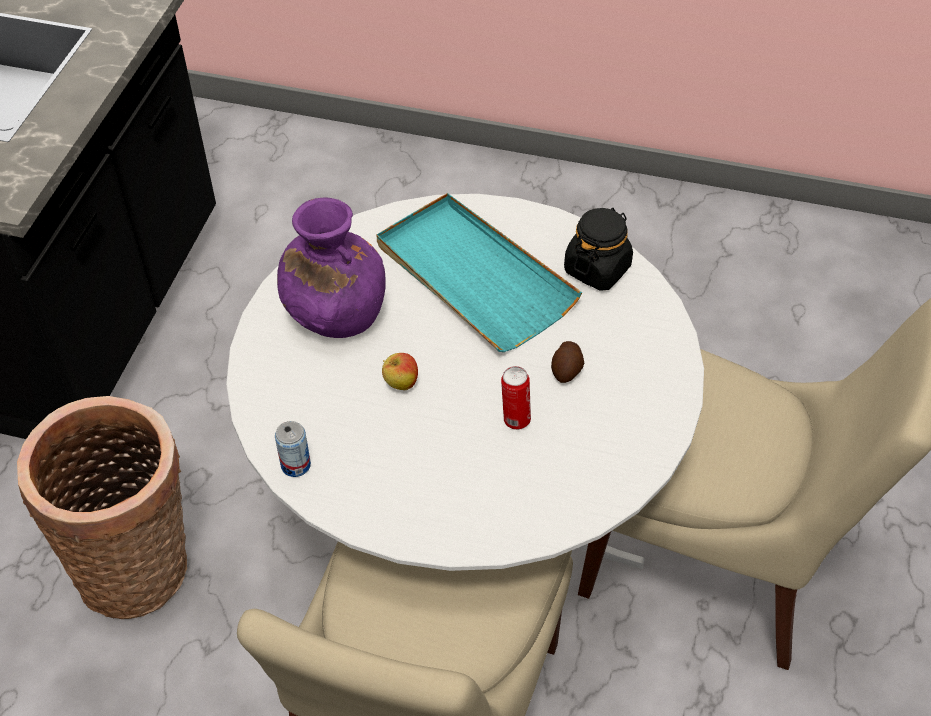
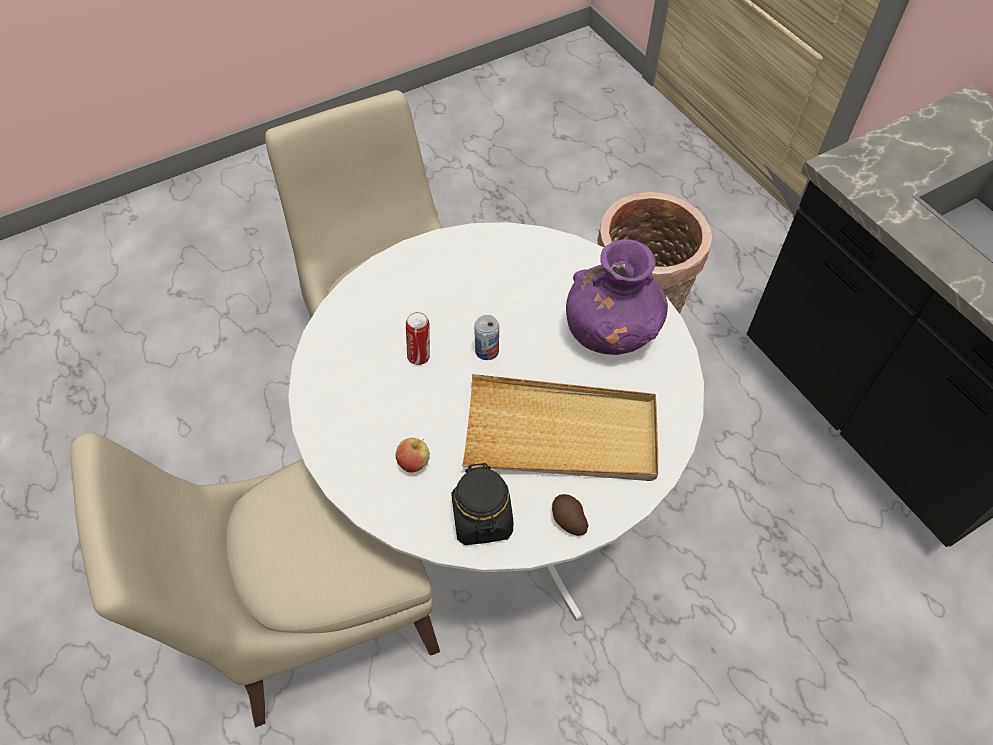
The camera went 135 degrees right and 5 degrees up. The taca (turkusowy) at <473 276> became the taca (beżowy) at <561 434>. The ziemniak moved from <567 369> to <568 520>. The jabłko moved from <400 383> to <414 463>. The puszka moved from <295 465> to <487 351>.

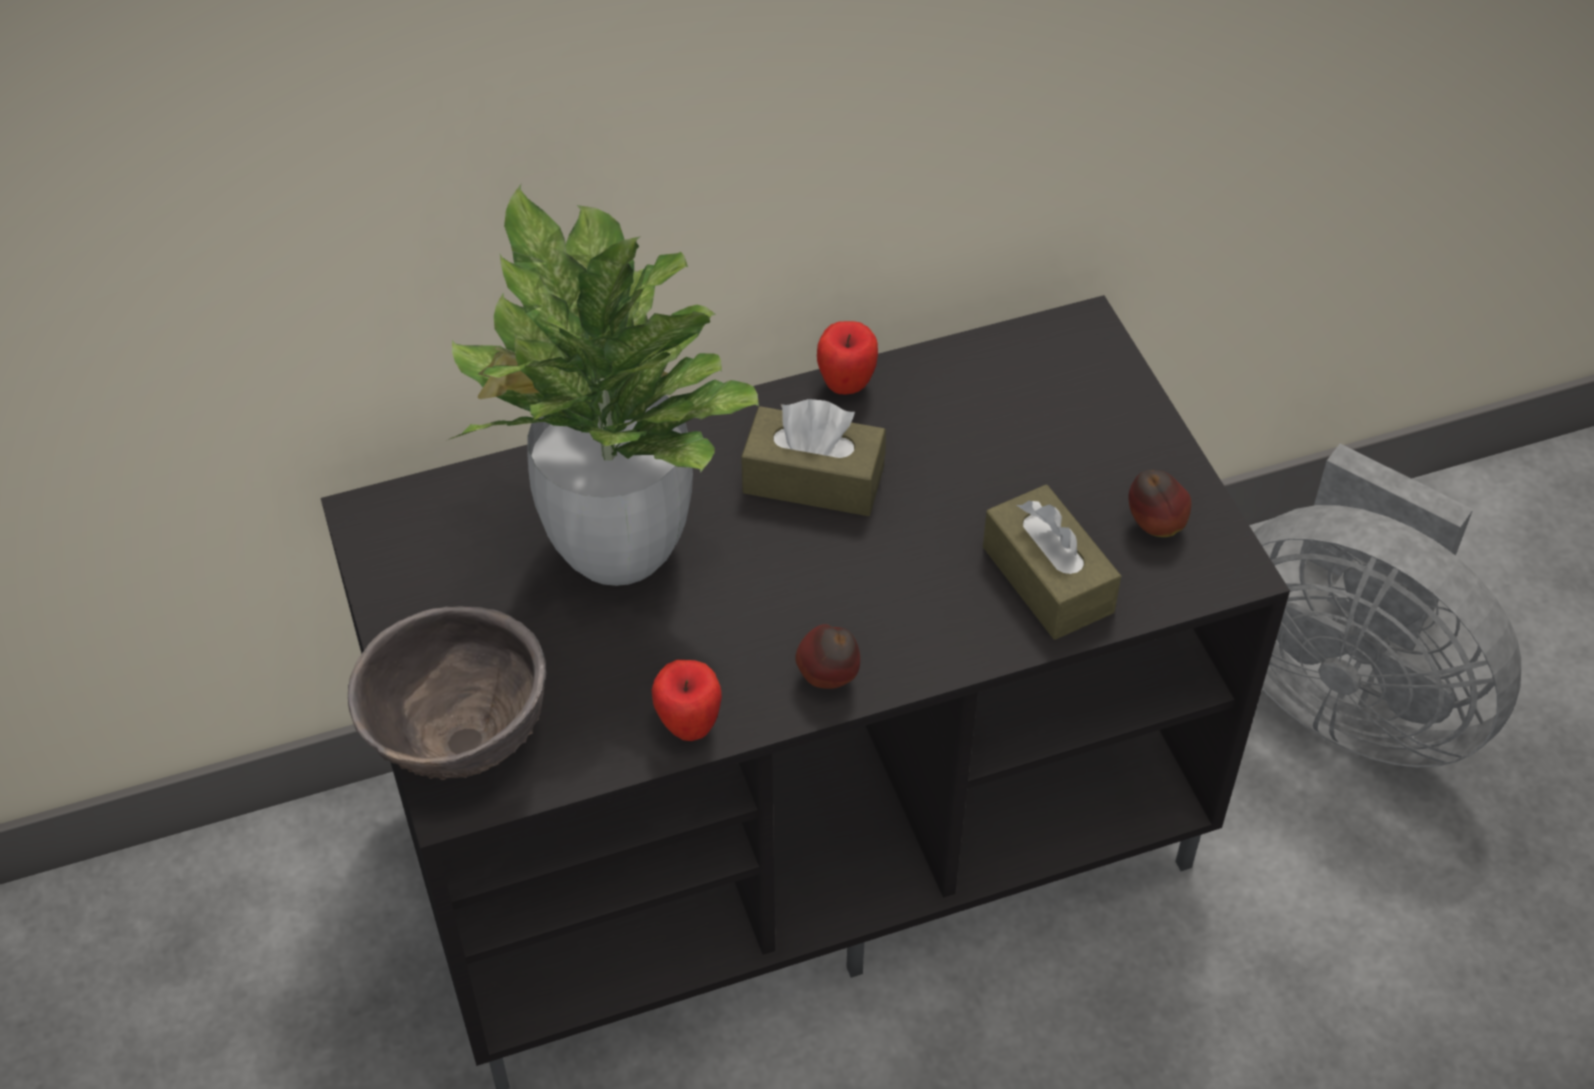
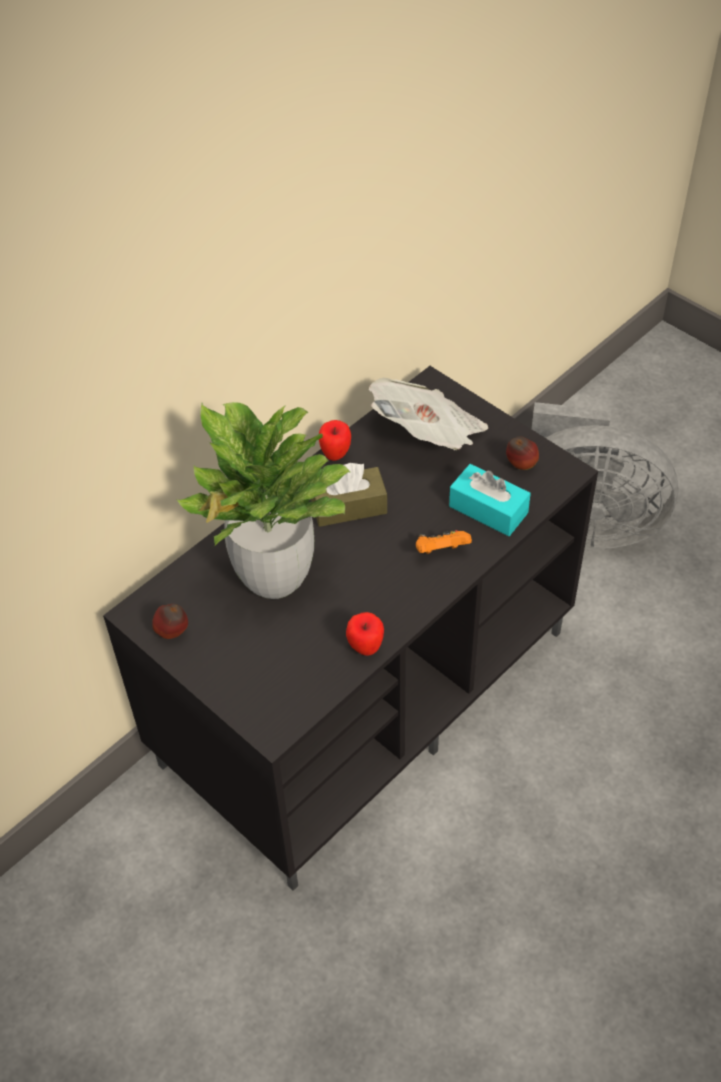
The camera went 25 degrees left and 0 degrees up. The pudełko chusteczek (brązowy) at <1047 579> became the pudełko chusteczek (turkusowy) at <488 509>. The miska (brązowy) at <460 742> disappeared. The jabłko moved from <829 679> to <173 633>. The gazeta at <429 435> appeared. The pad do gier (pomarańczowy) at <441 551> appeared.

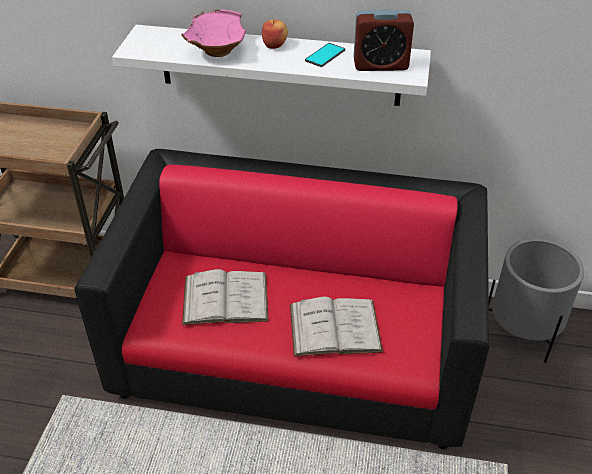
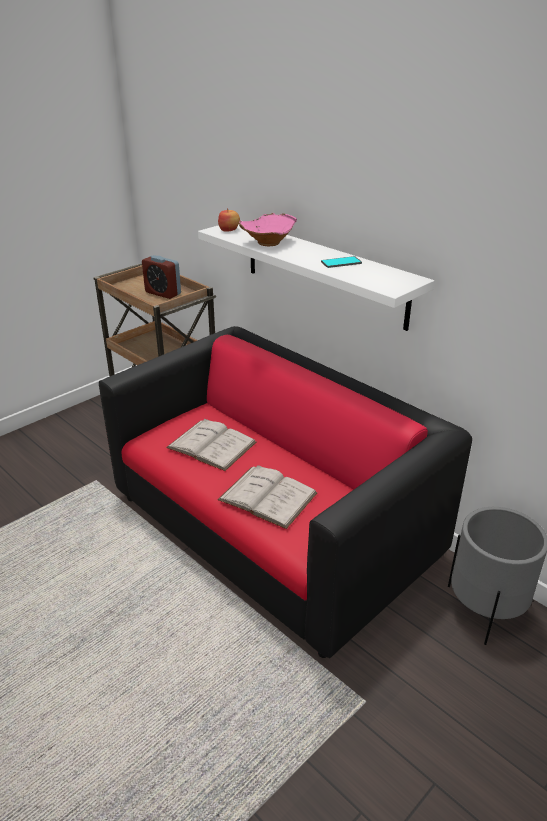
The camera went 35 degrees right and 10 degrees down. The budzik moved from <380 65> to <163 293>. The jabłko moved from <275 45> to <229 230>.

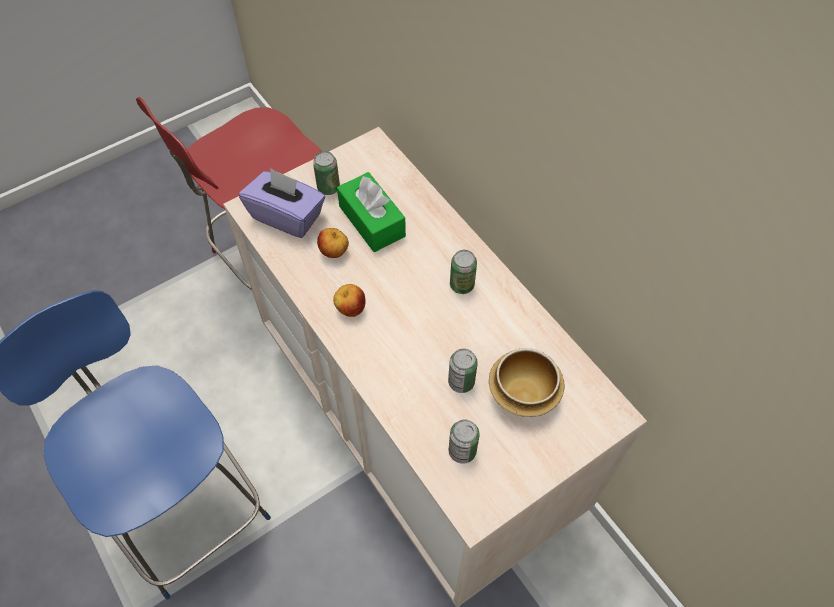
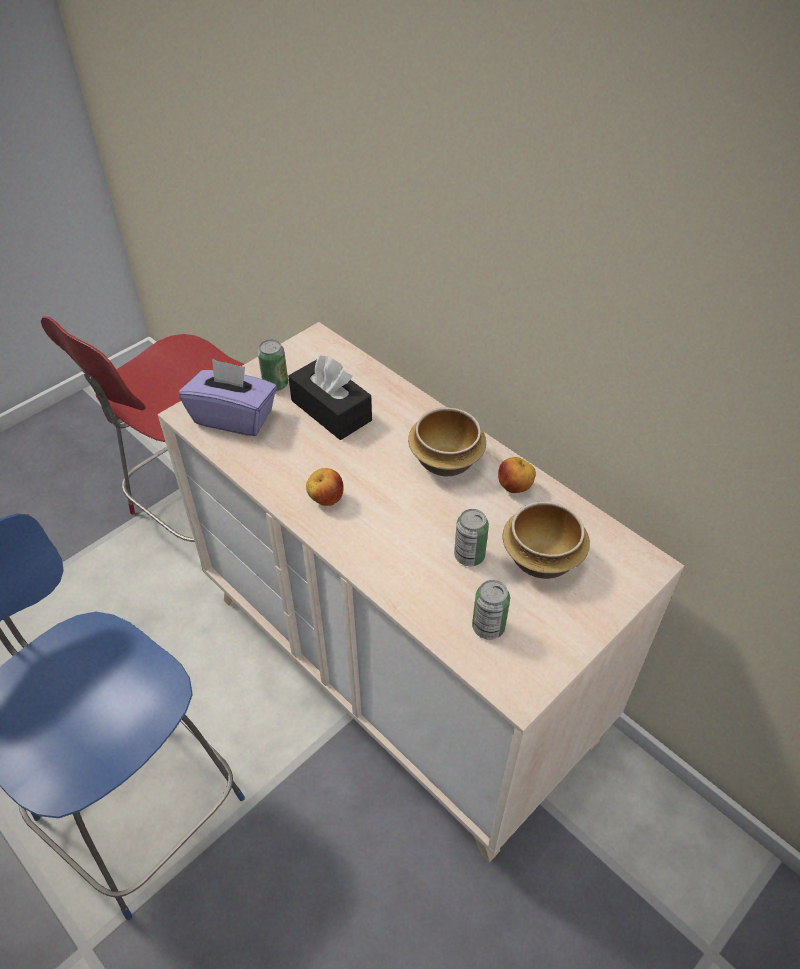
The camera went 10 degrees left and 10 degrees down. The pudełko chusteczek (zielony) at <372 221> became the pudełko chusteczek (czarny) at <331 410>. The jabłko moved from <334 252> to <515 487>. The puszka at <462 285> was replaced by the miska at <446 459>.

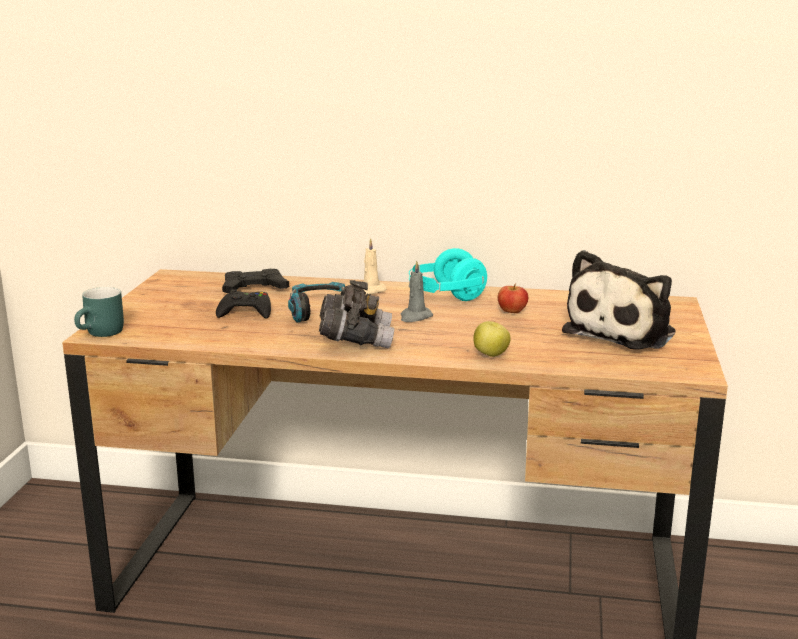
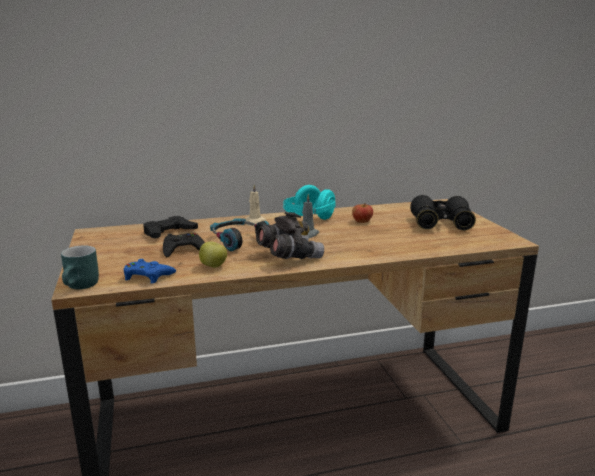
The camera went 25 degrees left and 0 degrees up. The pluszak at <623 332> was replaced by the lornetka (czarny) at <441 224>. The jabłko moved from <491 355> to <213 266>. The pad do gier (niebieski) at <148 276> appeared.

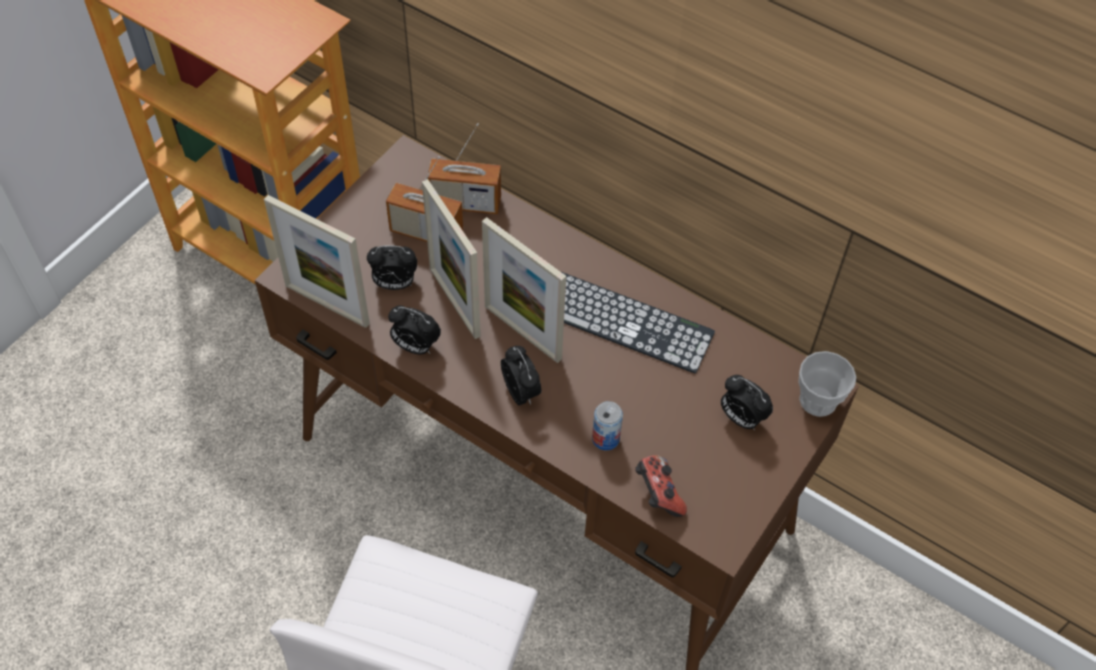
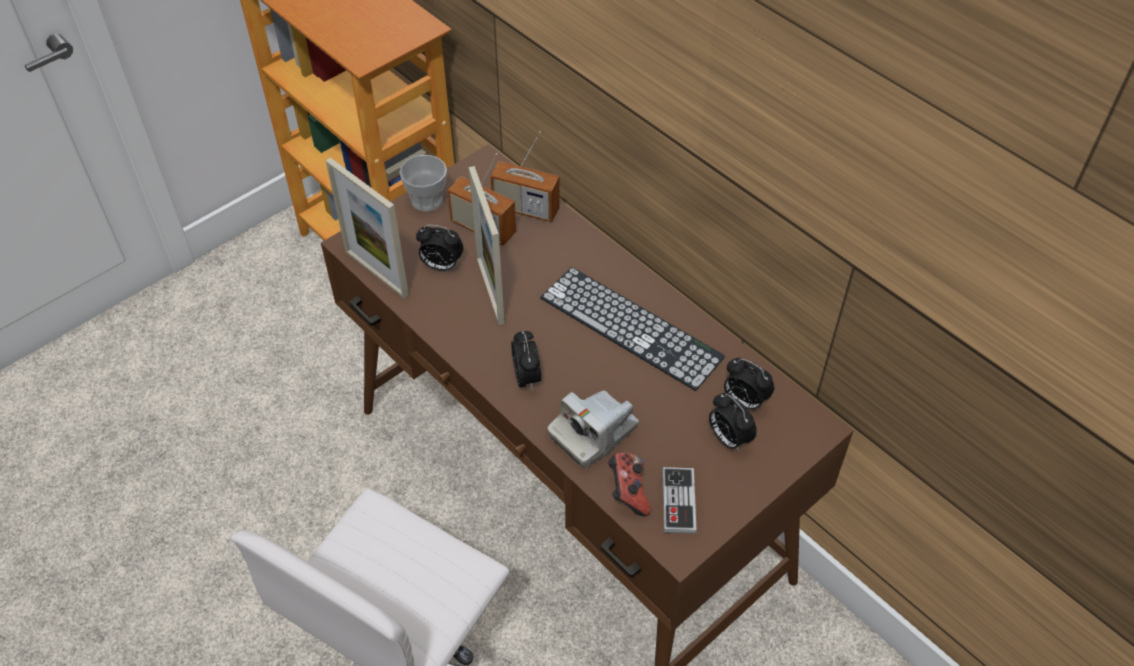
The camera went 15 degrees right and 5 degrees down. The ramka na zdjęcie at <522 332> disappeared. The budzik moved from <415 346> to <744 401>. The filiżanka moved from <818 400> to <427 200>. The puszka at <605 438> was replaced by the aparat fotograficzny at <593 433>. The pad do gier at <678 501> appeared.

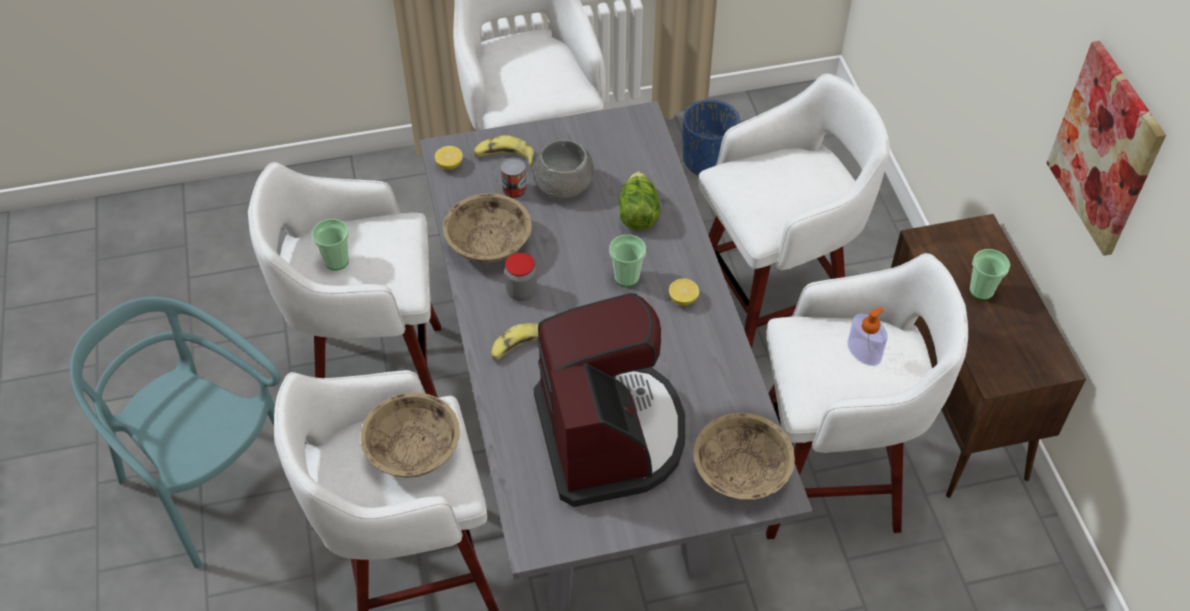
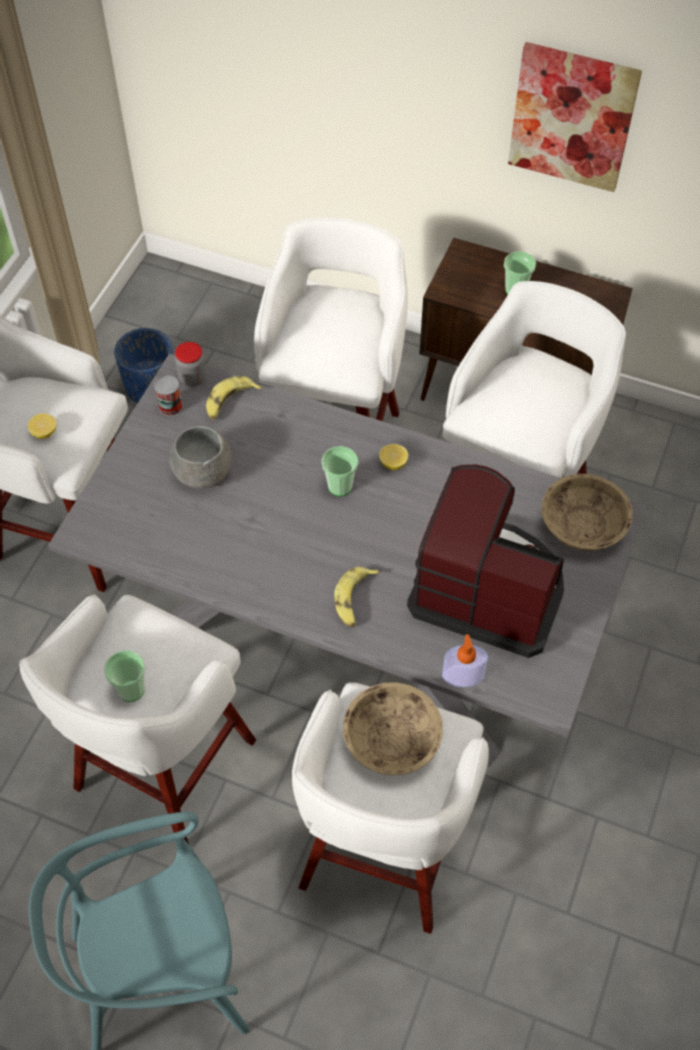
The camera went 55 degrees left and 5 degrees up. The banan moved from <504 157> to <229 402>. The cytryna moved from <449 165> to <44 432>. The puszka moved from <514 189> to <170 406>. The sałata at <637 213> disappeared. The miska (beżowy) at <489 244> disappeared. The słoik moved from <521 292> to <192 378>. The dozownik mydła moved from <864 352> to <463 675>.

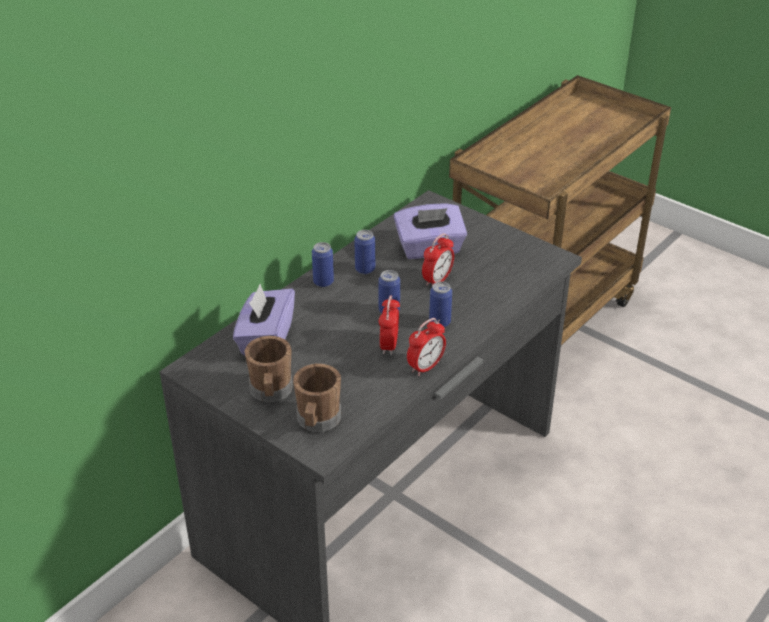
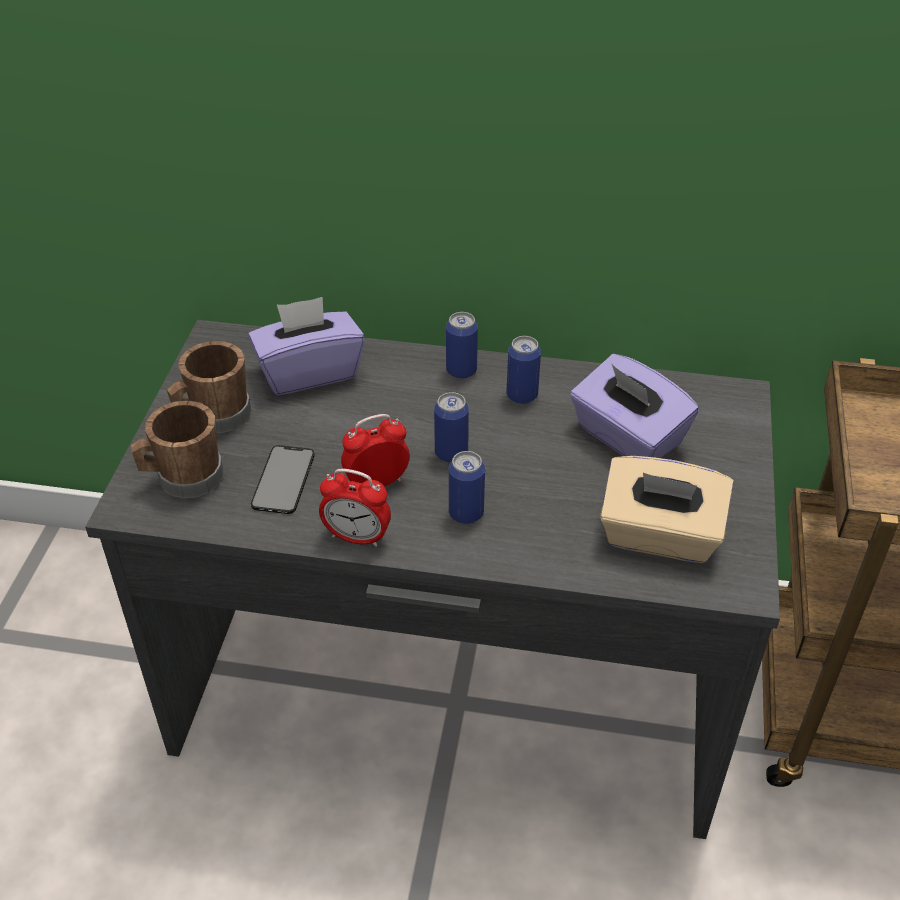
The camera went 60 degrees right and 5 degrees up. The budzik at <437 280> disappeared. The telefon at <283 480> appeared. The pudełko chusteczek (beżowy) at <659 536> appeared.

